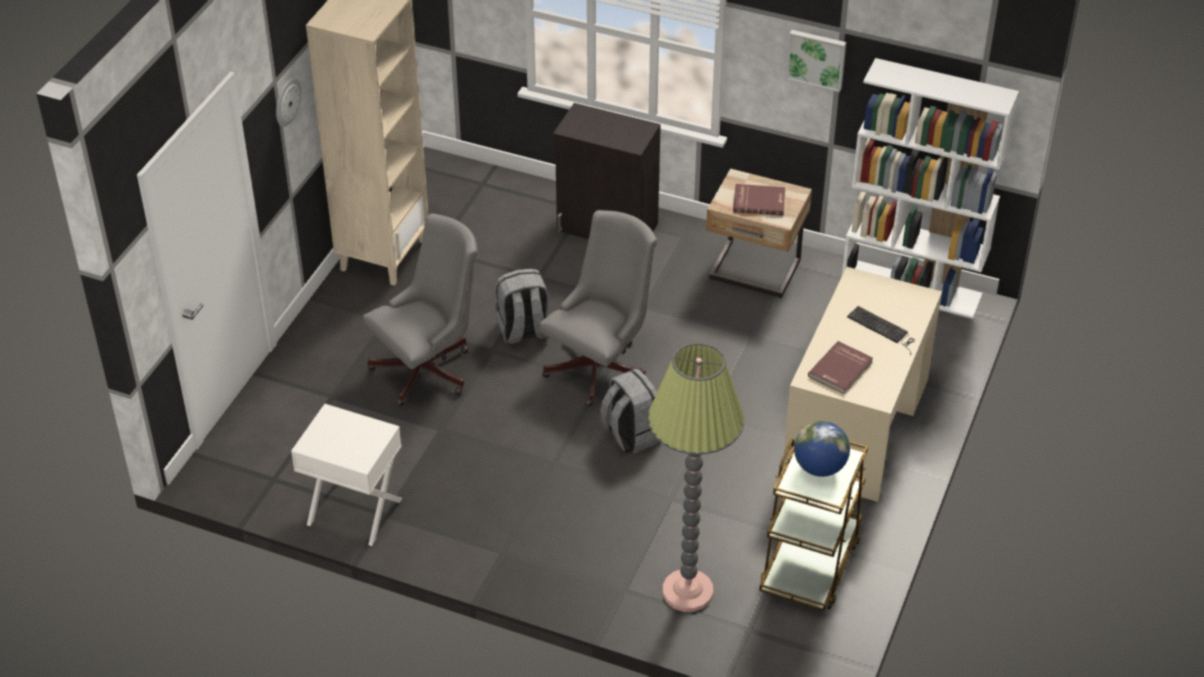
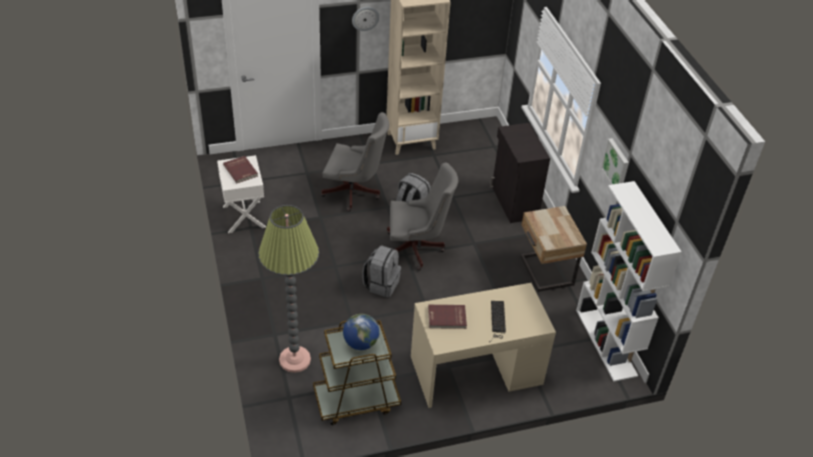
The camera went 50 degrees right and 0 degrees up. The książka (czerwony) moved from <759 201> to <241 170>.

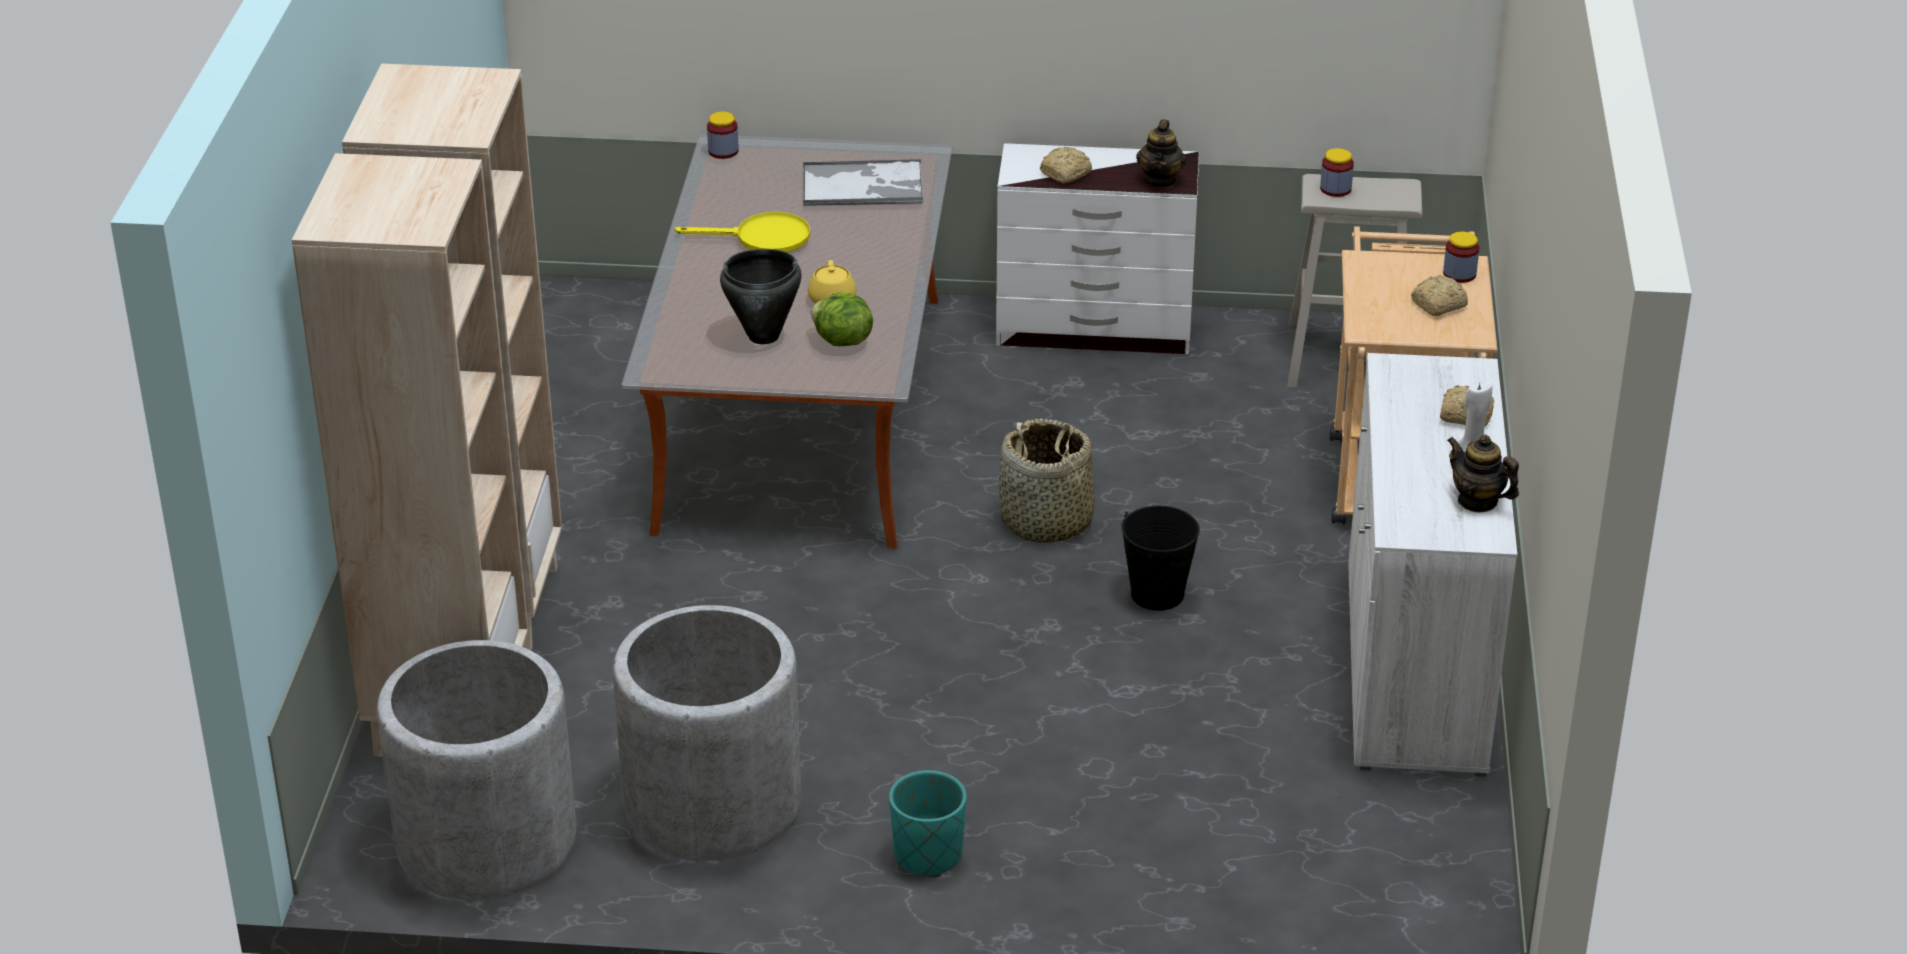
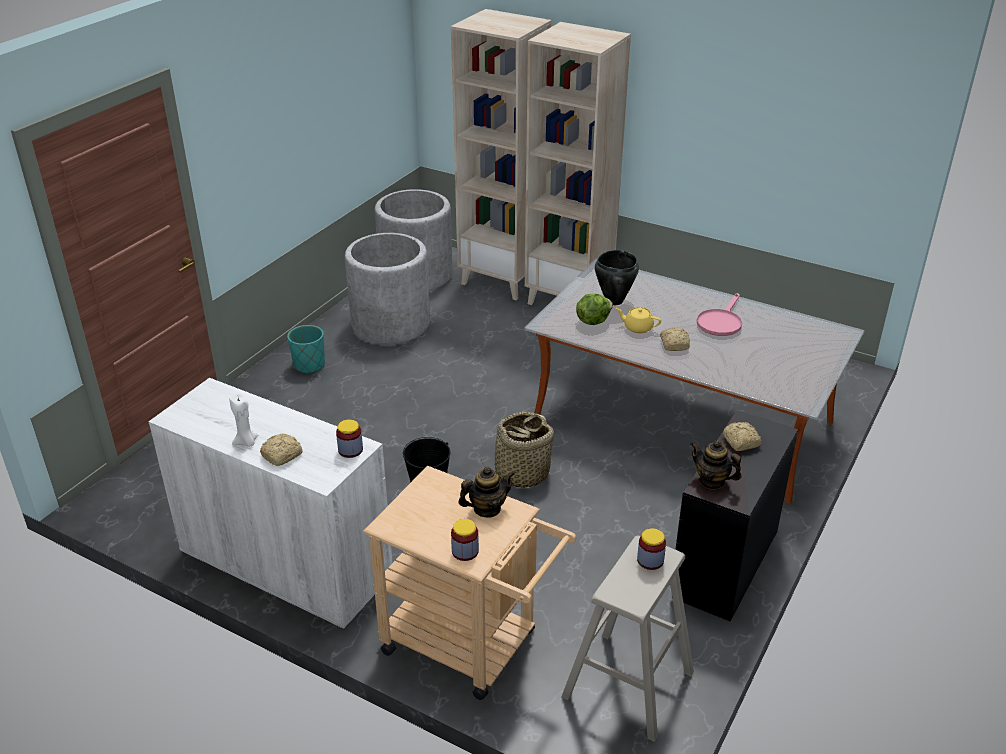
The camera went 115 degrees right and 0 degrees up. The słoik moved from <723 151> to <350 450>. The komoda (biały) at <1095 329> became the komoda (czarny) at <723 563>. The taca at <864 185> disappeared. The patelnia (żółty) at <762 238> became the patelnia (różowy) at <720 322>. The chleb moved from <1437 305> to <674 344>. The imbryk moved from <1477 501> to <487 509>.

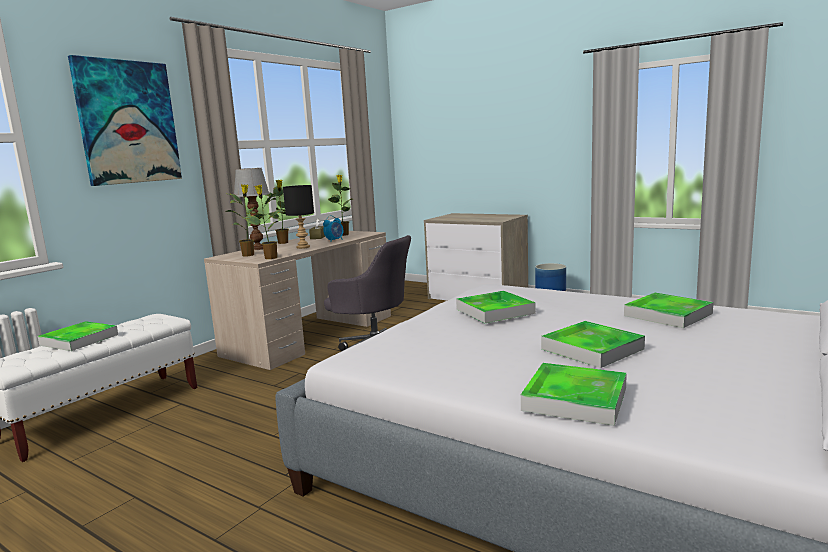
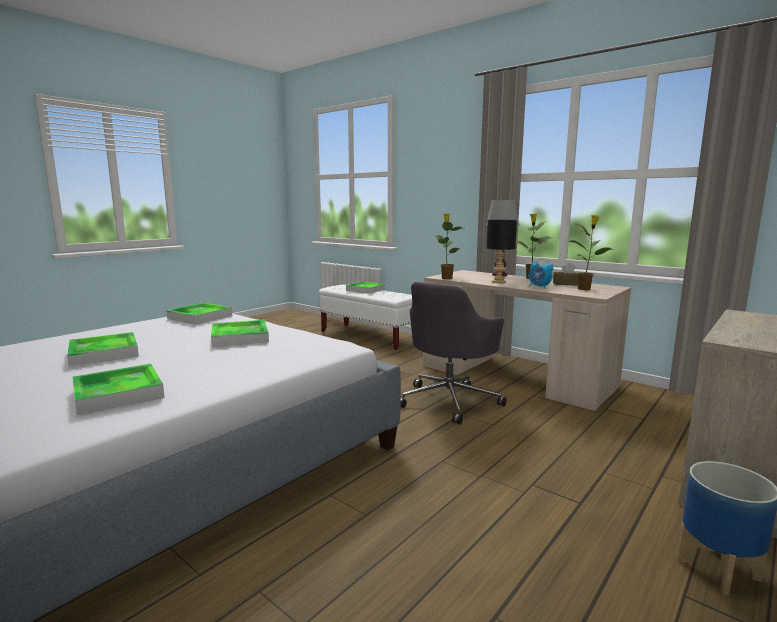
The camera went 95 degrees right and 0 degrees up. The obraz at <128 122> disappeared. The roślina doniczkowa at <249 255> disappeared. The taca moved from <575 399> to <200 317>.

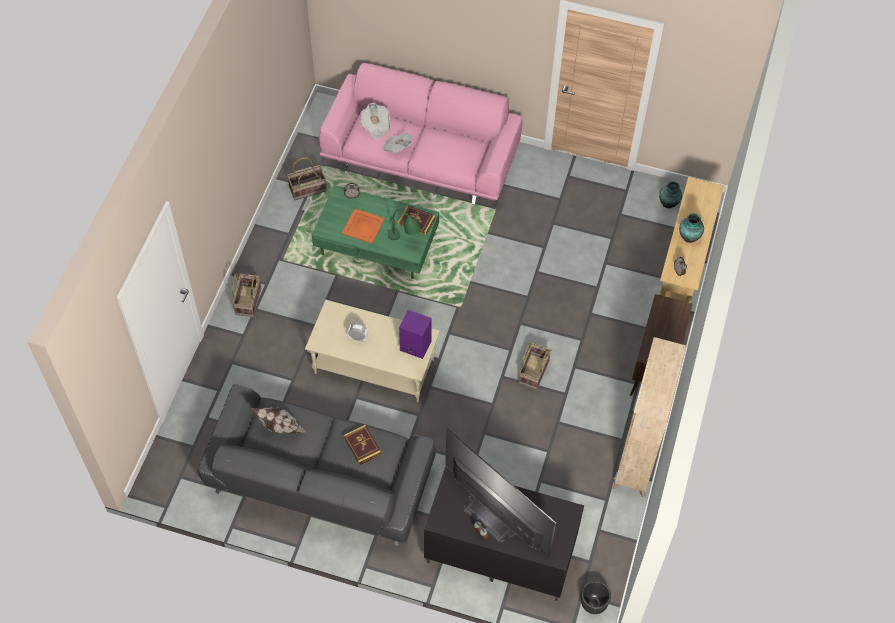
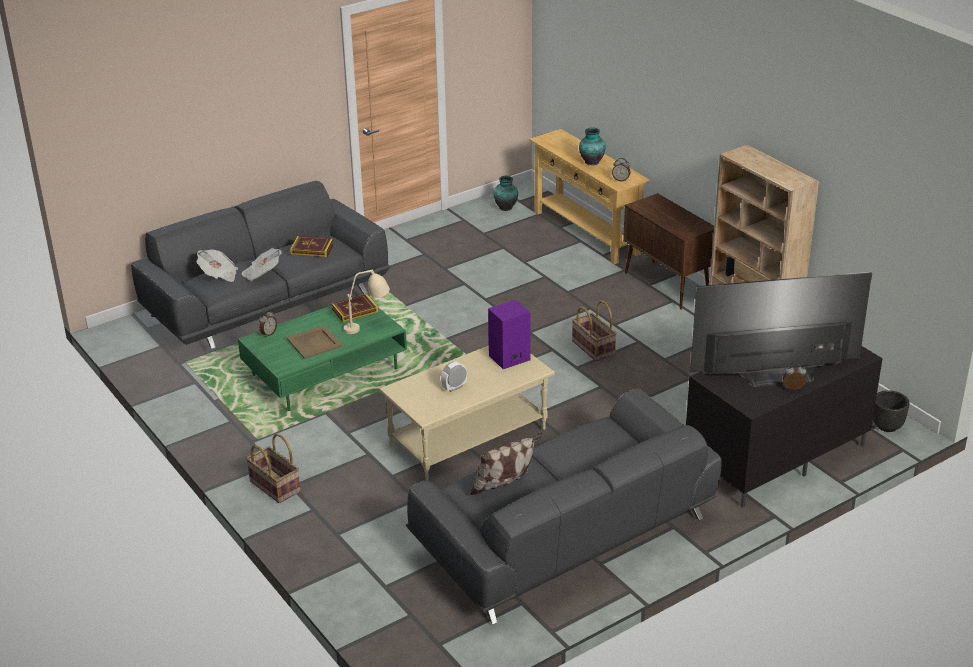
The camera went 50 degrees left and 25 degrees down. The kanapa (różowy) at <422 157> became the kanapa (szary) at <267 303>. The koszyk at <307 188> disappeared. The taca (pomarańczowy) at <363 226> became the taca (beżowy) at <314 342>. The lampa stołowa (zielony) at <405 242> became the lampa stołowa (beżowy) at <369 327>. The książka moved from <362 446> to <312 249>.

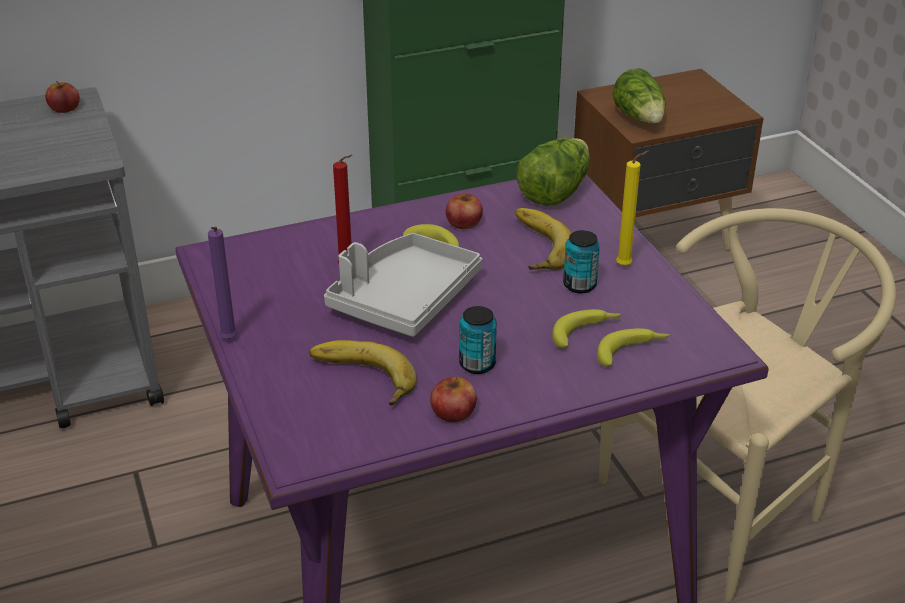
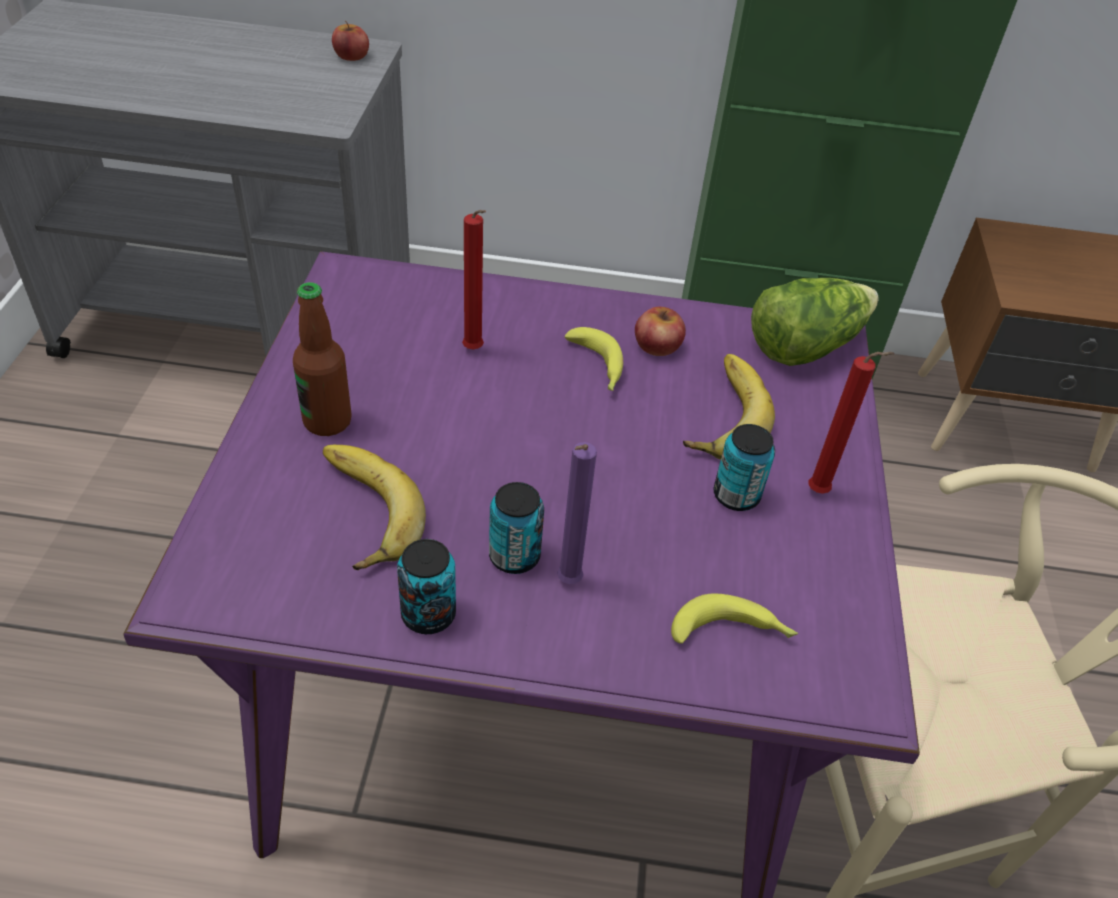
The camera went 25 degrees right and 10 degrees up. The sałata at <640 118> disappeared. The świeca (żółty) at <626 266> became the świeca (czerwony) at <821 493>. The świeca (fioletowy) moved from <228 341> to <567 583>. The taca (szary) at <404 299> disappeared. The banan at <586 332> disappeared. The jabłko at <453 412> was replaced by the puszka at <428 614>. The butelka at <327 421> appeared.

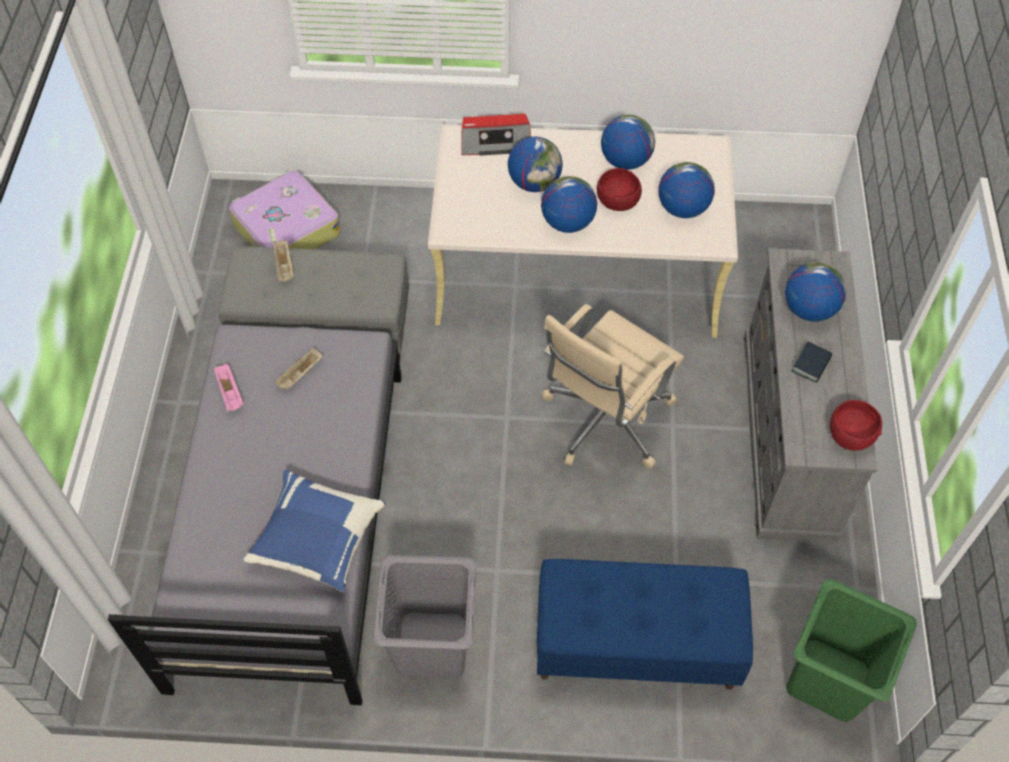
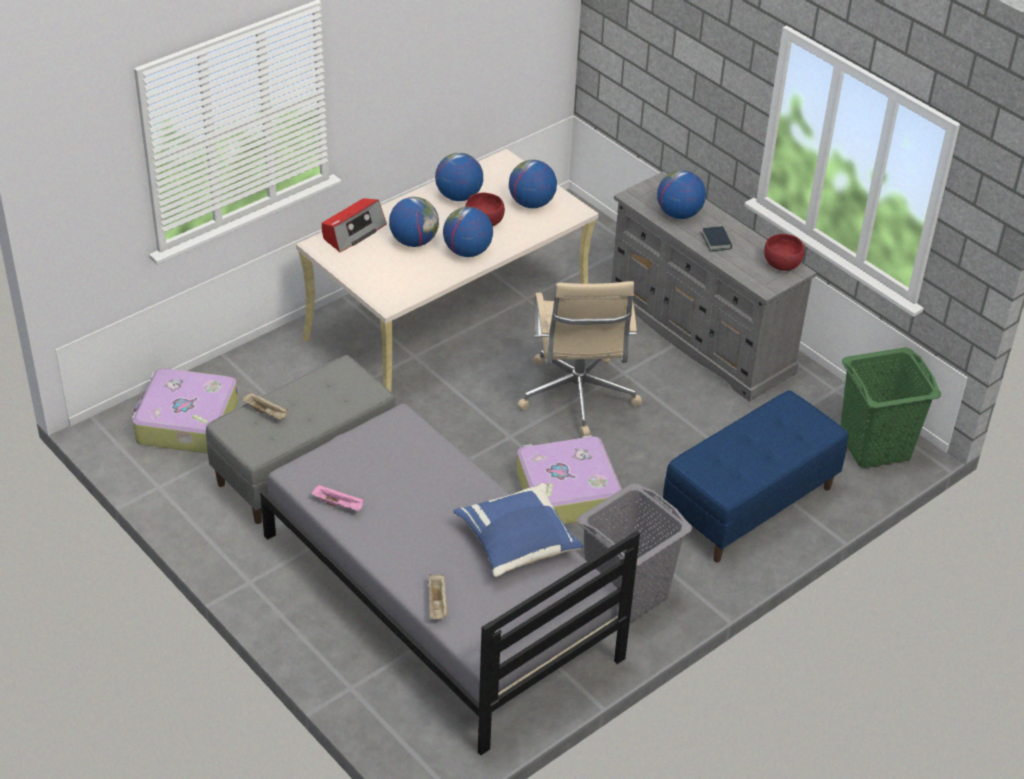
The camera went 45 degrees left and 15 degrees down. The taca (beżowy) moved from <300 375> to <437 603>. The walizka at <566 492> appeared.

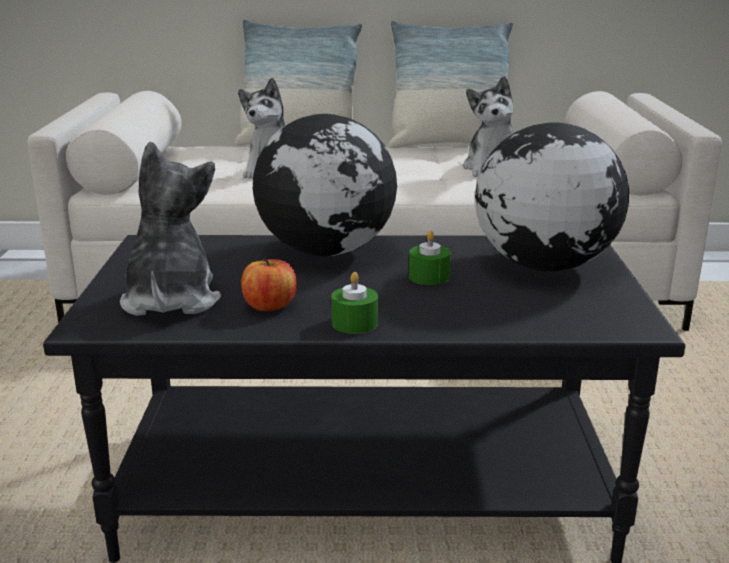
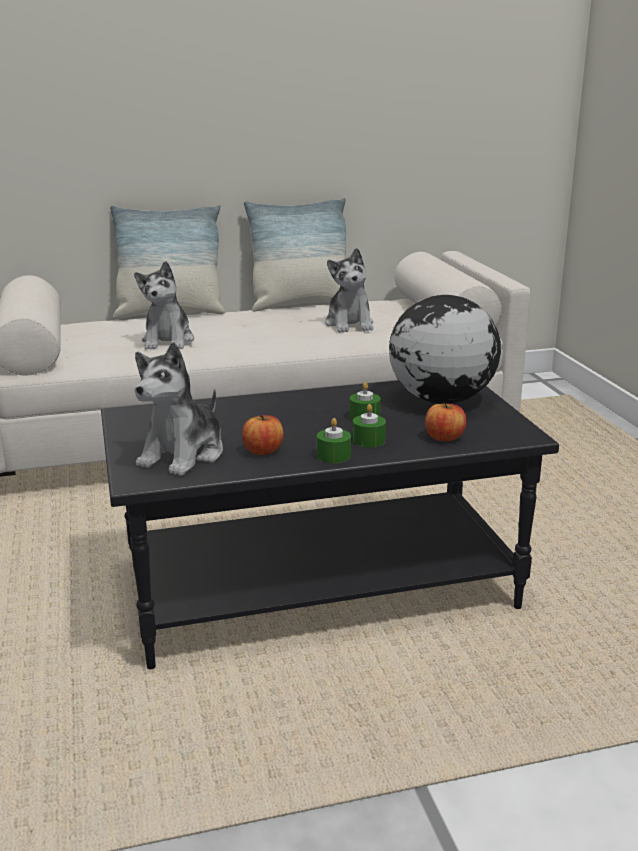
The camera went 15 degrees left and 0 degrees up. The globus at <328 251> disappeared. The pluszak at <170 300> turned 135 degrees counterclockwise. The jabłko at <444 438> appeared. The świeca (zielony) at <368 440> appeared.

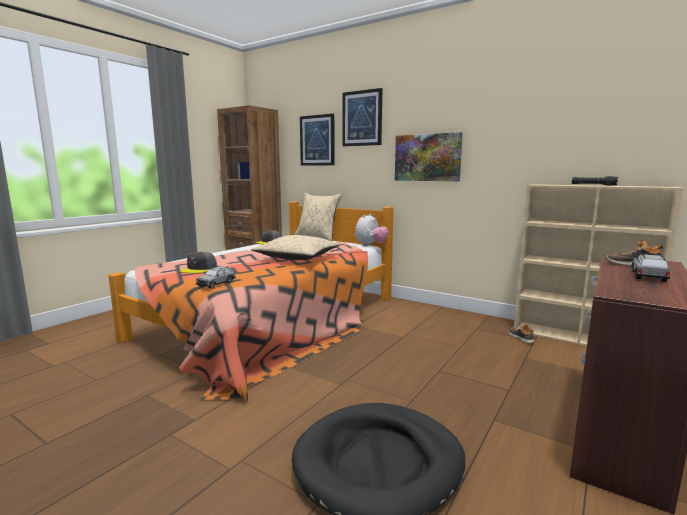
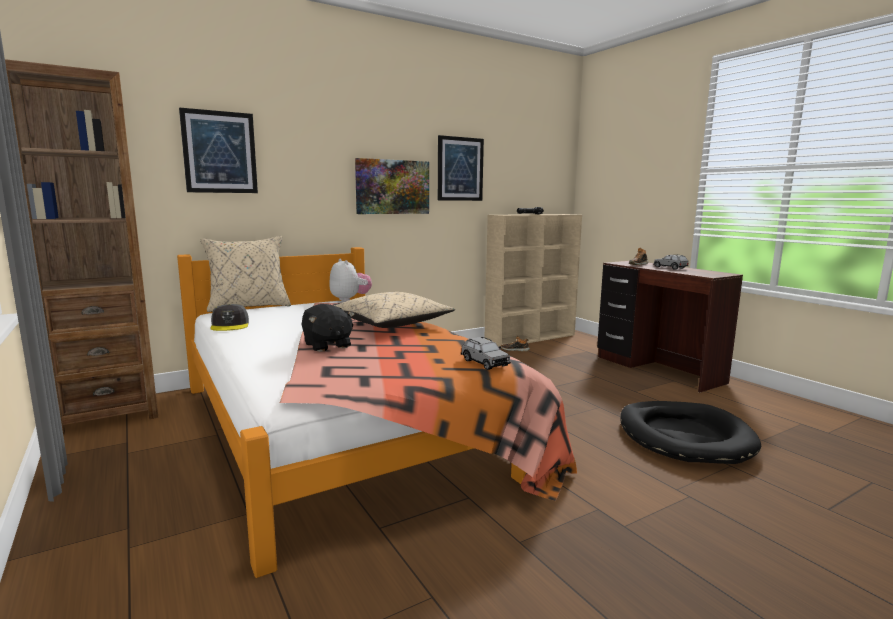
The camera went 65 degrees left and 0 degrees up. The obraz moved from <362 118> to <460 169>. The czapka z daszkiem (szary) at <199 269> disappeared. The pluszak (czarny) at <327 345> appeared.

